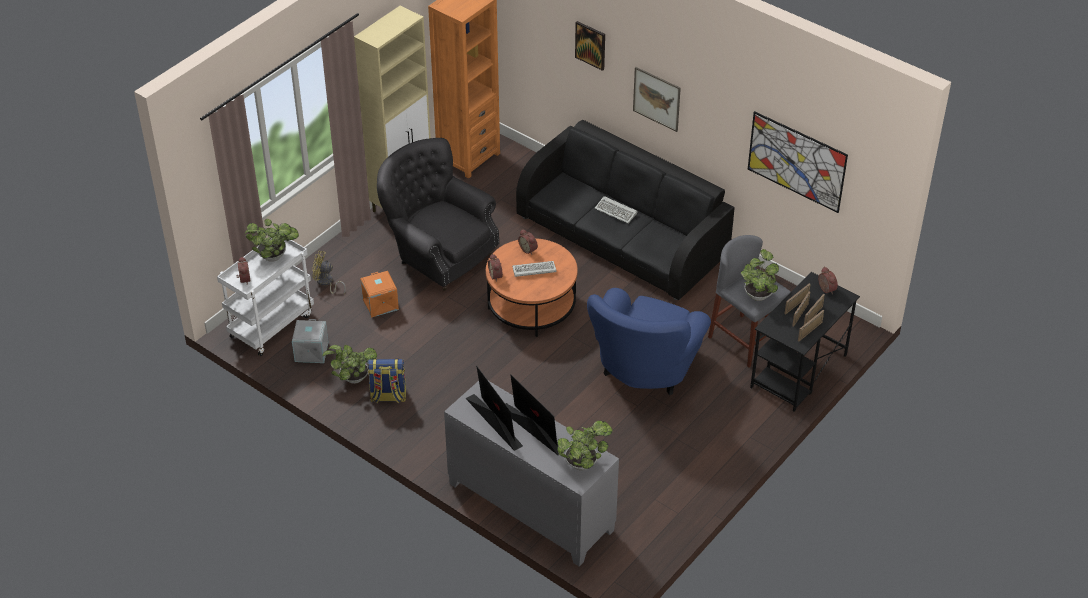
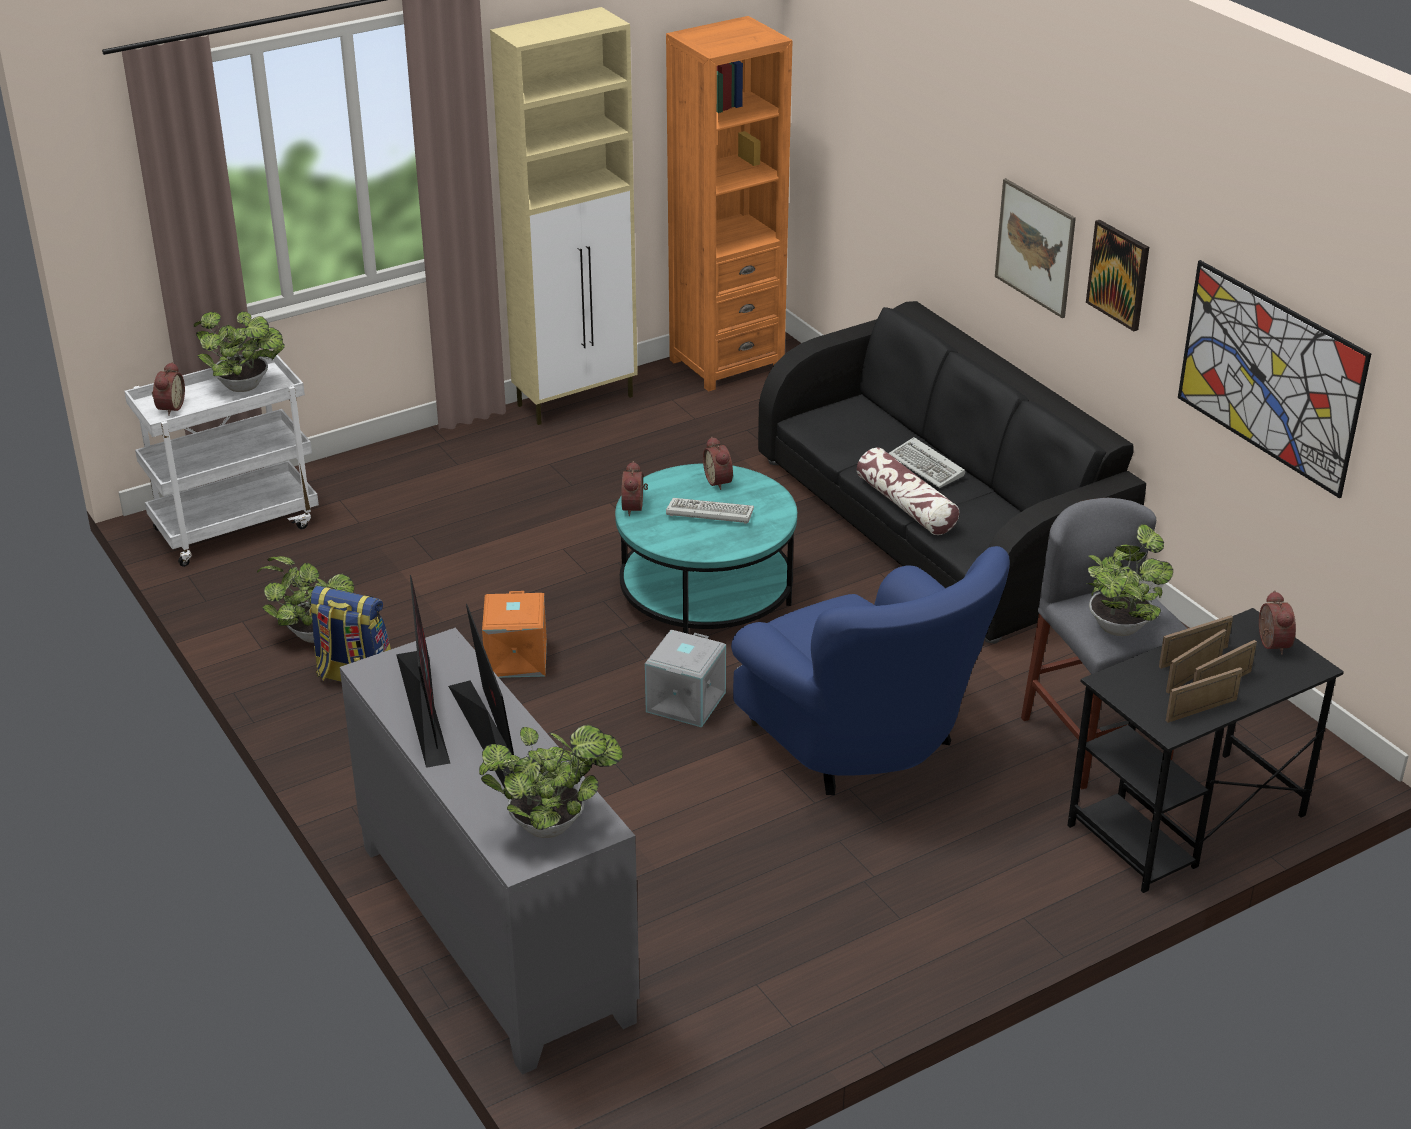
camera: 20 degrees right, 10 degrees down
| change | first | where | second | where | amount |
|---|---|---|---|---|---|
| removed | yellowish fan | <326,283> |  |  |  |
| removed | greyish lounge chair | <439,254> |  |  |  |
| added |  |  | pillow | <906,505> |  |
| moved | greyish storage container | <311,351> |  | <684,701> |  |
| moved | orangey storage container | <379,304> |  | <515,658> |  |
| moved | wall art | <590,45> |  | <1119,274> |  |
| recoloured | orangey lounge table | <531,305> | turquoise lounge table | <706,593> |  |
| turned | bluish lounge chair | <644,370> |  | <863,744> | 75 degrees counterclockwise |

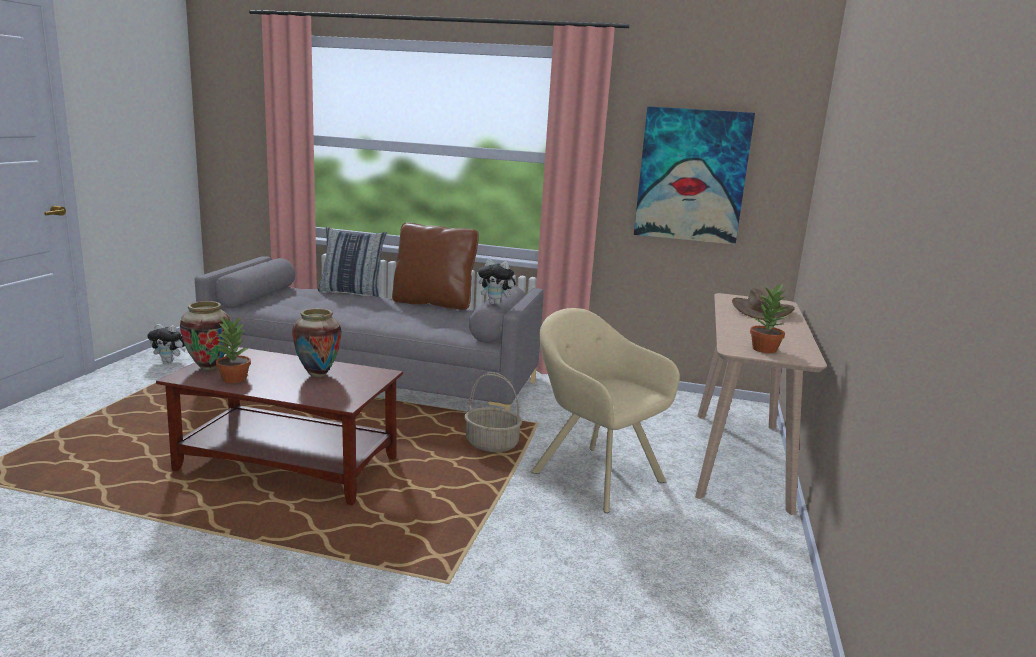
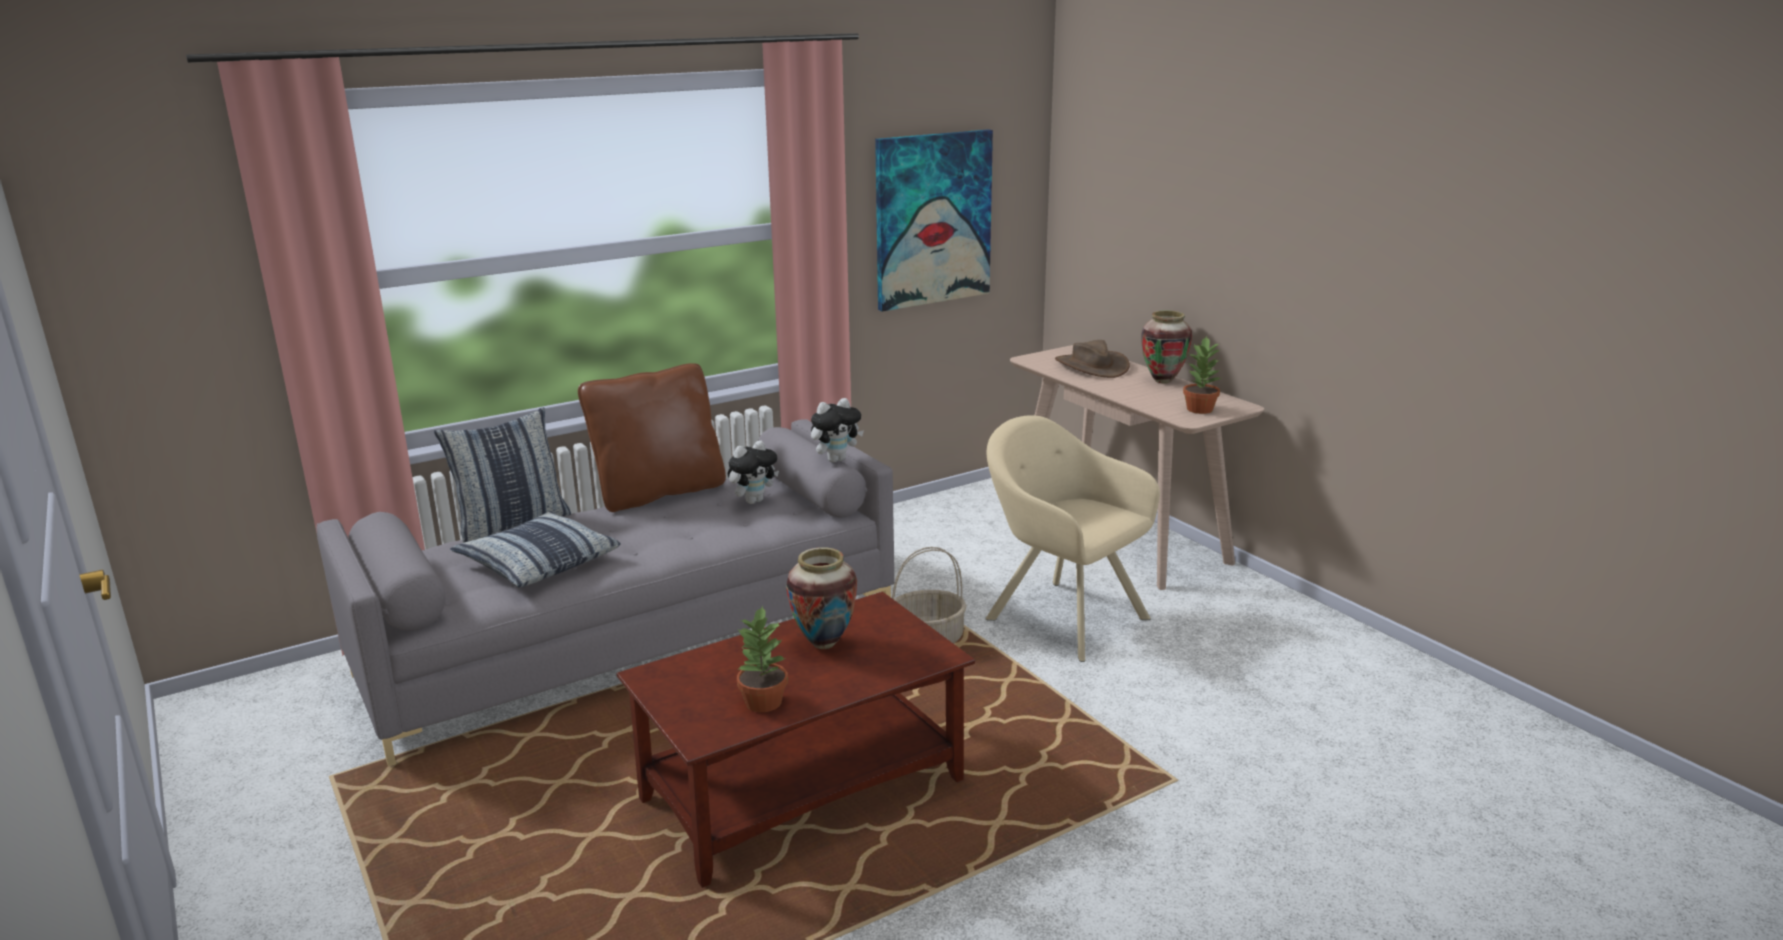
camera: 45 degrees left, 5 degrees up
| change | first | where | second | where | amount |
|---|---|---|---|---|---|
| added |  |  | pillow | <538,563> |  |
| moved | cuddly toy | <169,361> |  | <754,500> |  |
| moved | decorative vase | <208,367> |  | <1163,381> |  |
| turned | beige lounge chair | <593,474> |  | <1061,616> | 45 degrees clockwise |

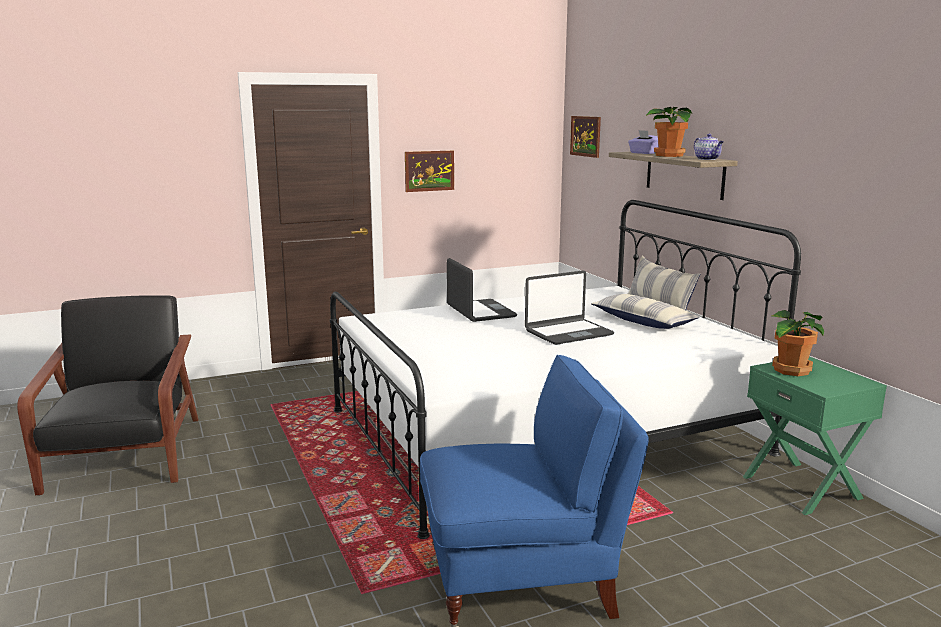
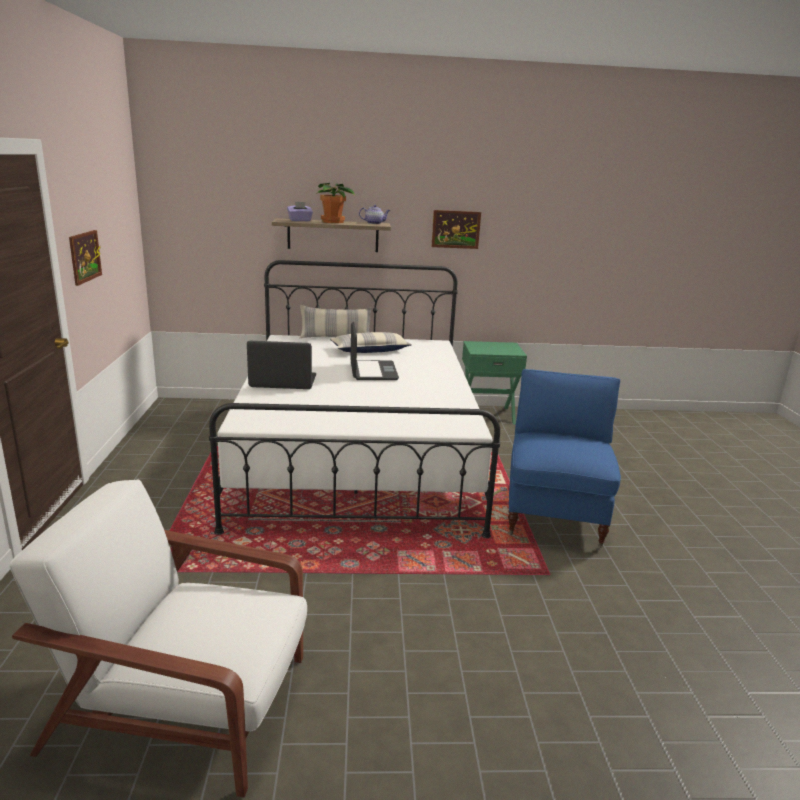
camera: 70 degrees left, 5 degrees up
| change | first | where | second | where | amount |
|---|---|---|---|---|---|
| removed | plant in a pot | <790,370> |  |  |  |
| moved | wall art | <585,136> |  | <456,229> |  |
| recoloured | blackish lounge chair | <124,456> | whitish lounge chair | <186,703> |  |

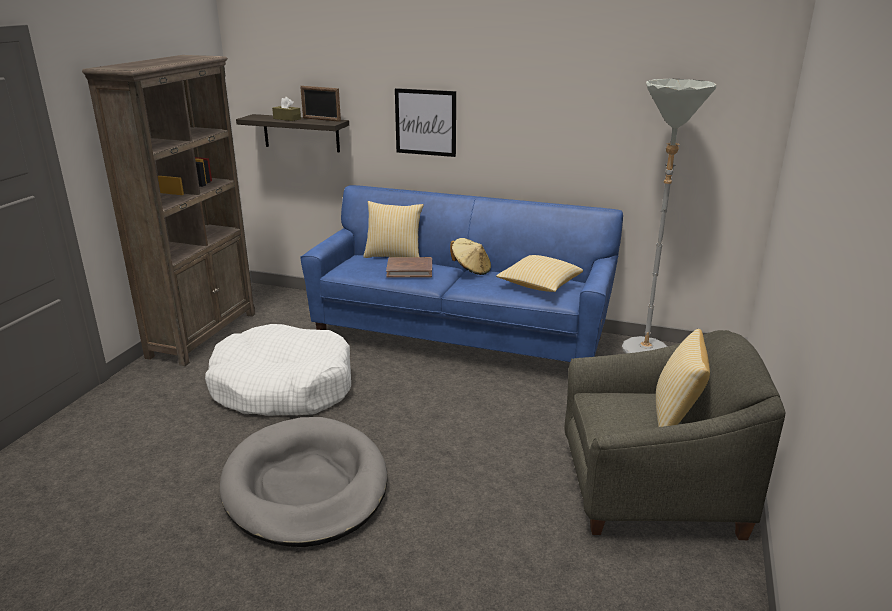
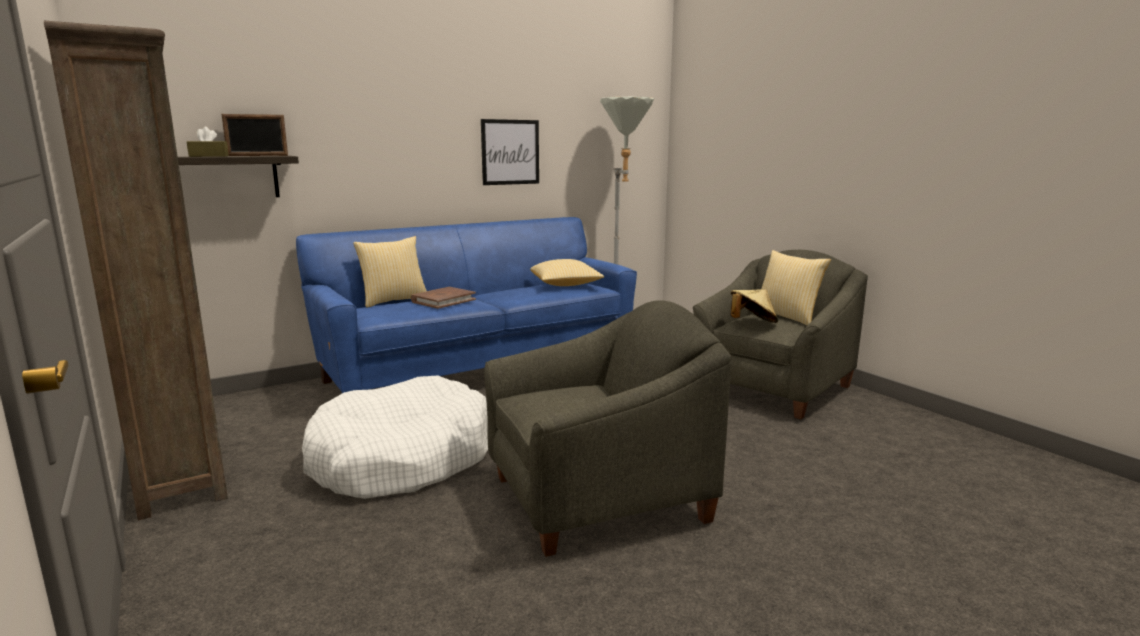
camera: 50 degrees left, 10 degrees down
| change | first | where | second | where | amount |
|---|---|---|---|---|---|
| moved | wall art | <425,122> |  | <510,152> |  |
| moved | beige wearable hat | <471,270> |  | <752,323> |  |
| replaced | greyish dog cushion | <306,486> | greyish lounge chair | <598,499> |  |

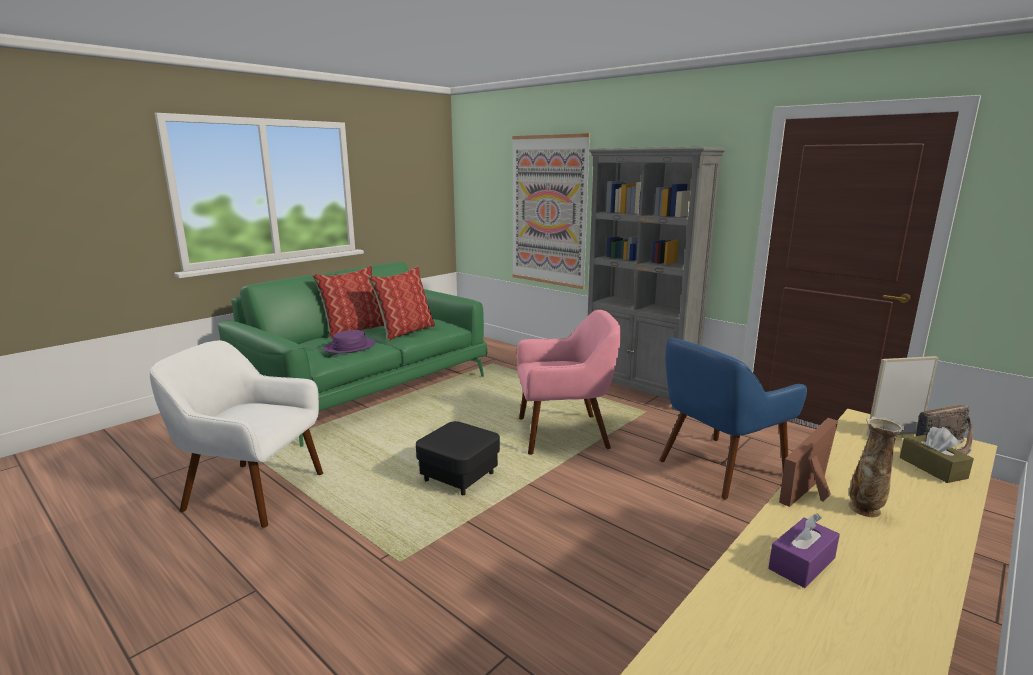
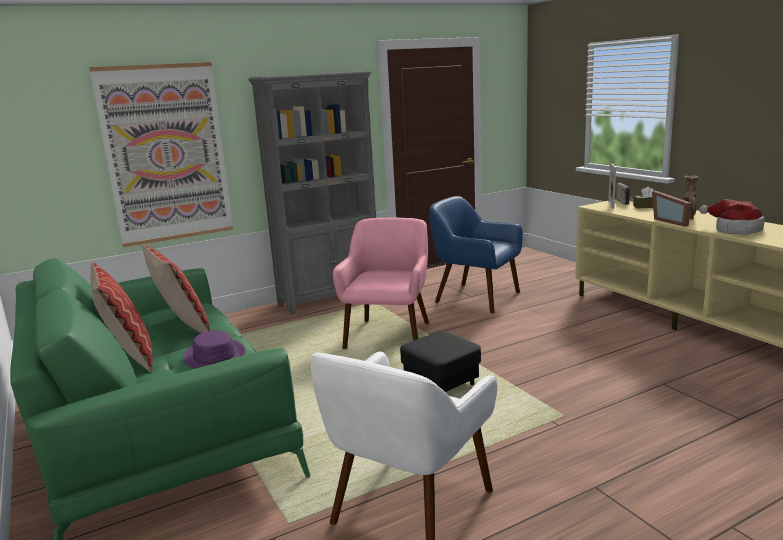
camera: 70 degrees left, 0 degrees up
| change | first | where | second | where | amount |
|---|---|---|---|---|---|
| replaced | purplish tissue box | <802,563> | wearable hat | <734,230> |  |
| turned | bluish lounge chair | <719,468> |  | <476,297> | 135 degrees clockwise |

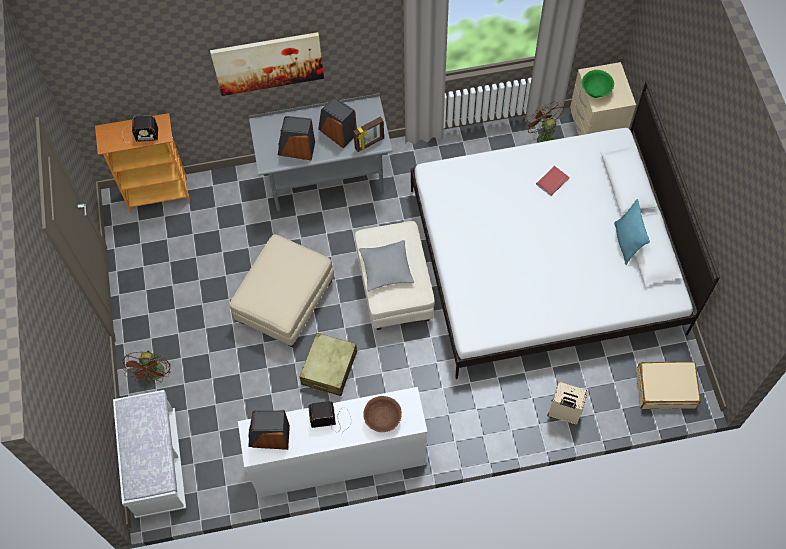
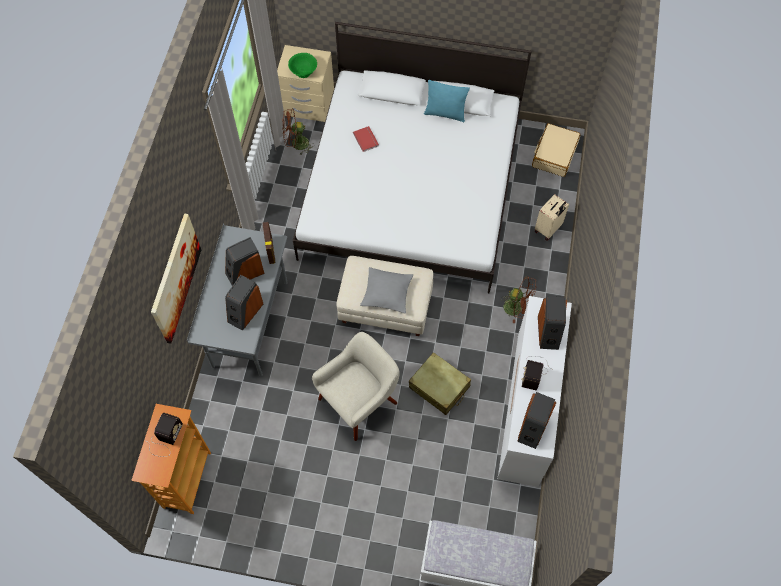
camera: 70 degrees left, 0 degrees up
| change | first | where | second | where | amount |
|---|---|---|---|---|---|
| moved | brown fan | <154,375> |  | <517,308> |  |
| replaced | beige footrest | <286,302> | beige lounge chair | <359,401> |  |
| replaced | brown serving bowl | <383,419> | audio speaker | <549,332> |  |

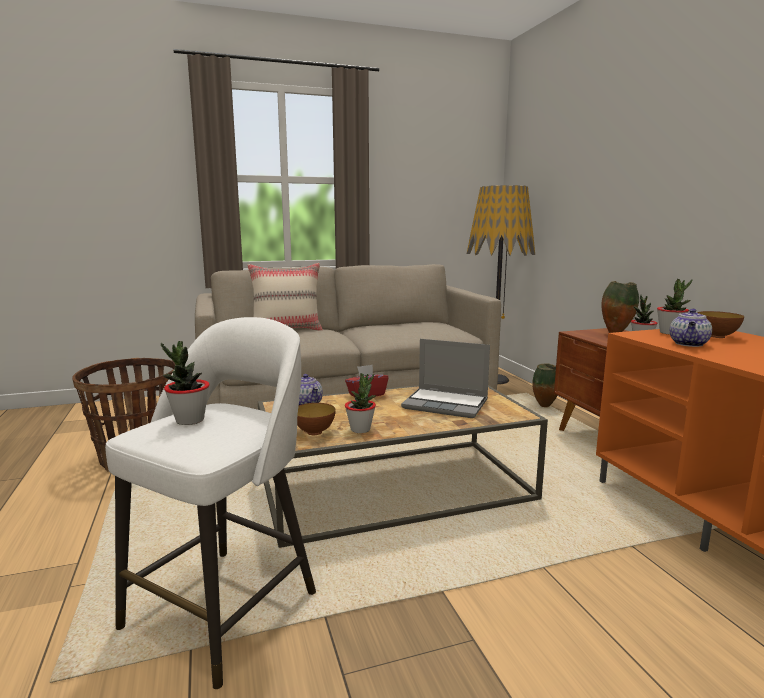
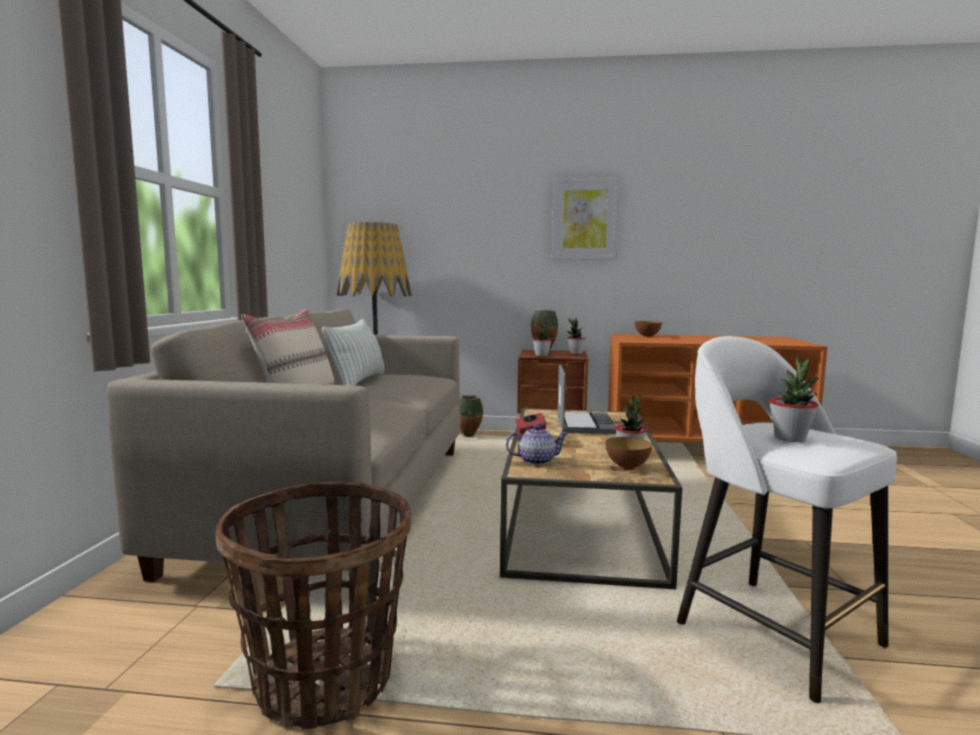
camera: 65 degrees left, 5 degrees down
| change | first | where | second | where | amount |
|---|---|---|---|---|---|
| removed | pot for tea | <689,344> |  |  |  |
| added |  |  | pillow | <358,382> |  |
| added |  |  | wall art | <585,219> |  |
| moved | plant in a pot | <669,333> |  | <541,355> |  |
| turned | laptop | <446,404> |  | <583,424> | 45 degrees counterclockwise |

